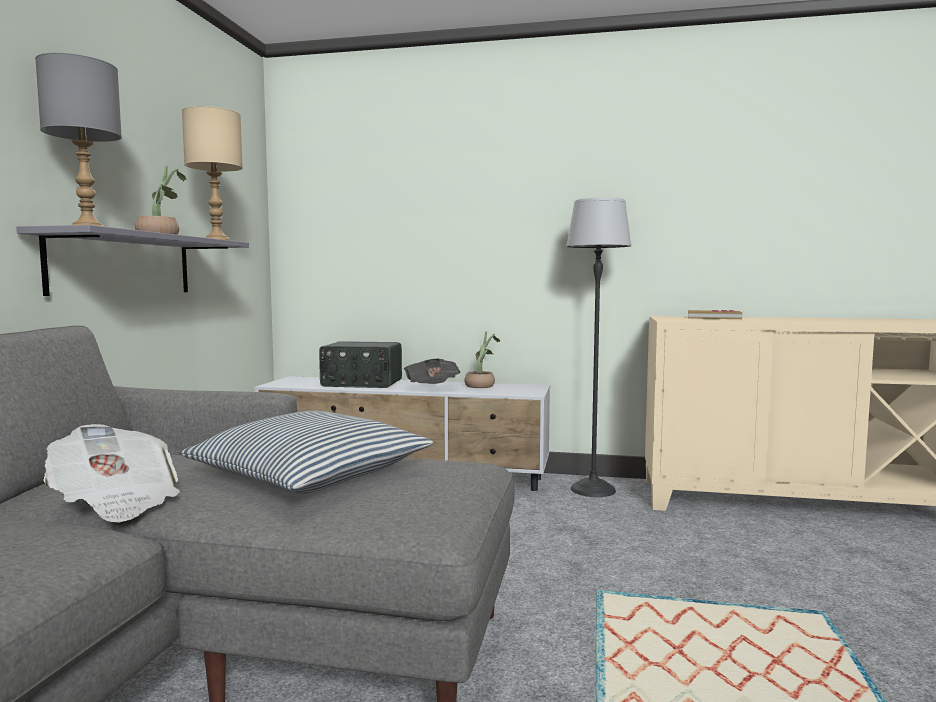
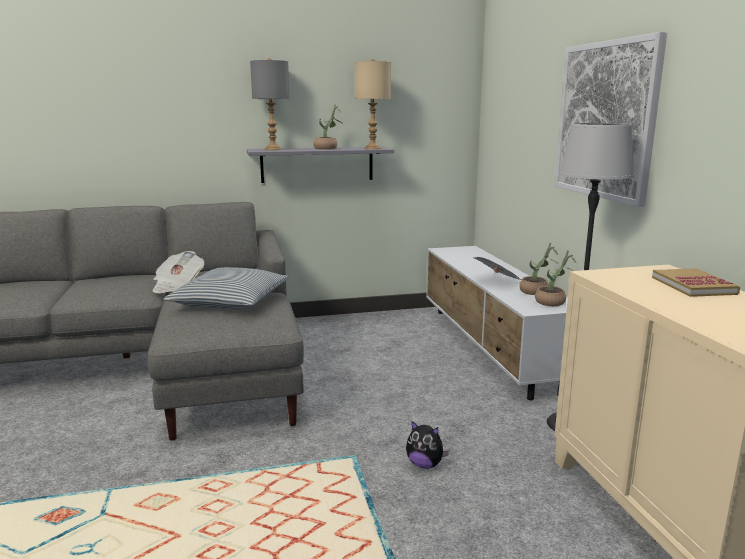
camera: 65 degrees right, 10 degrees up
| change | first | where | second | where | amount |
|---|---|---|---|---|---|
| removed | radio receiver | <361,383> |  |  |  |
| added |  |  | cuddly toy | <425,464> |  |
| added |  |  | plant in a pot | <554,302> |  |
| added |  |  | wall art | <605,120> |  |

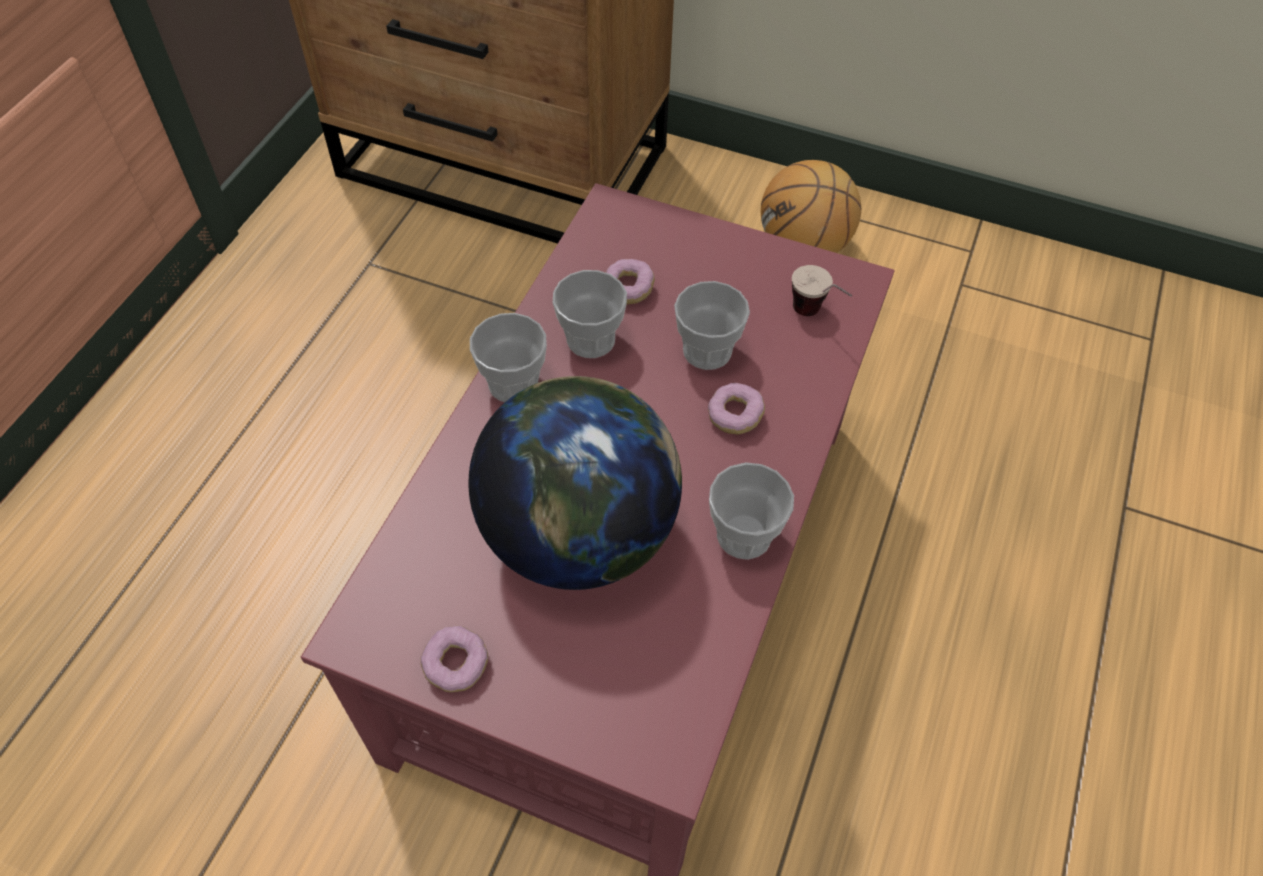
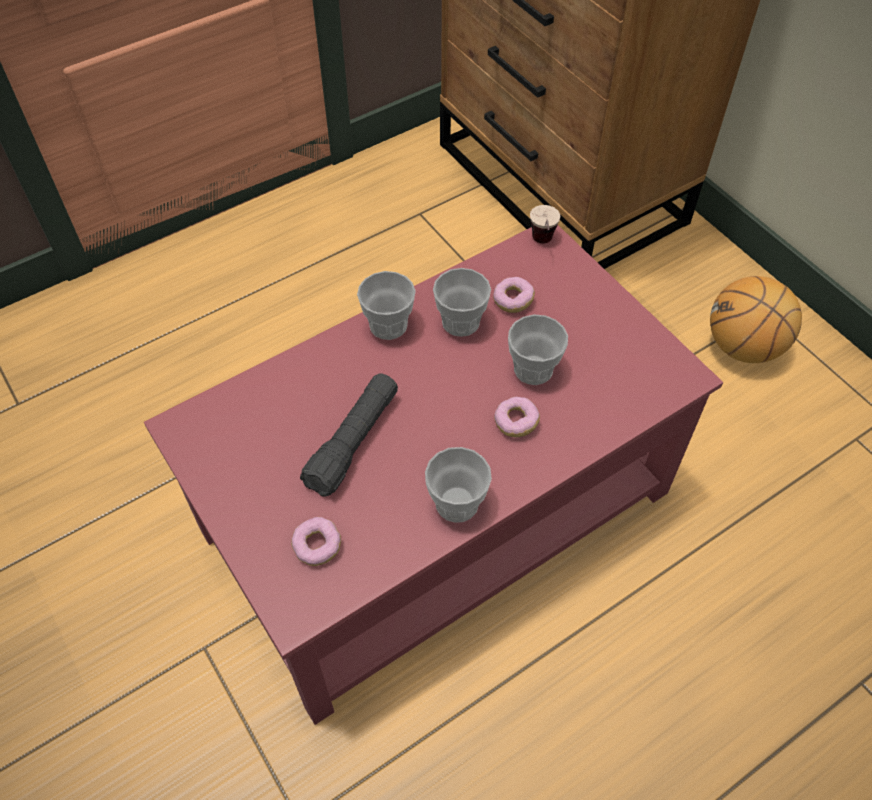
camera: 35 degrees right, 0 degrees up
| change | first | where | second | where | amount |
|---|---|---|---|---|---|
| moved | ring doughnut | <456,665> |  | <317,546> |  |
| moved | cup | <816,317> |  | <542,245> |  |
| replaced | world globe | <579,533> | blackish torch | <353,442> |  |

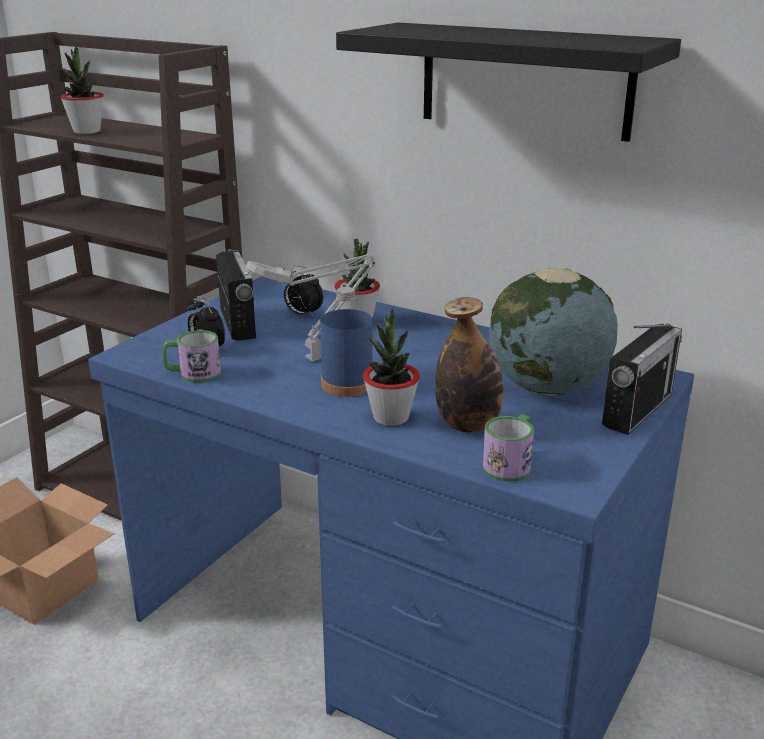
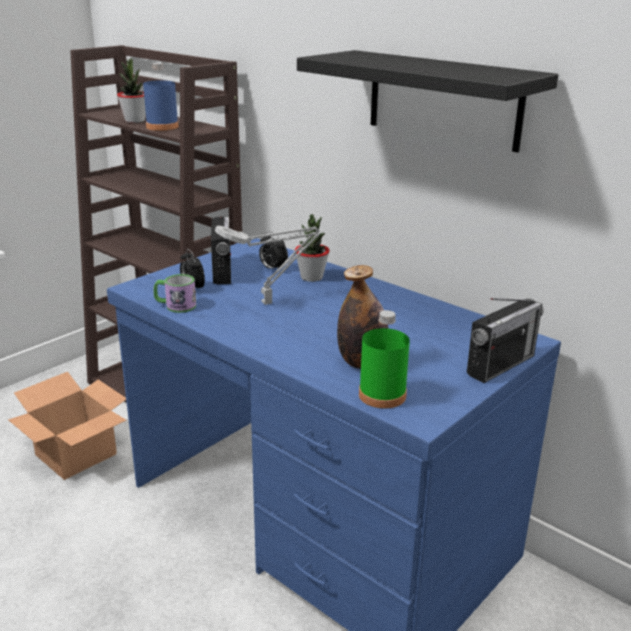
camera: 10 degrees right, 0 degrees up
| change | first | where | second | where | amount |
|---|---|---|---|---|---|
| removed | plant in a pot | <391,417> |  |  |  |
| removed | world globe | <547,388> |  |  |  |
| moved | bluish bottle | <347,384> |  | <162,127> |  |
| replaced | coffee mug | <510,464> | green bottle | <382,395> |  |

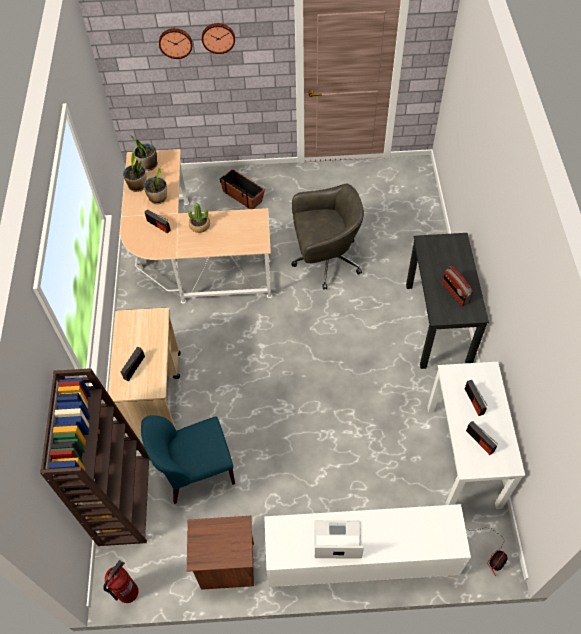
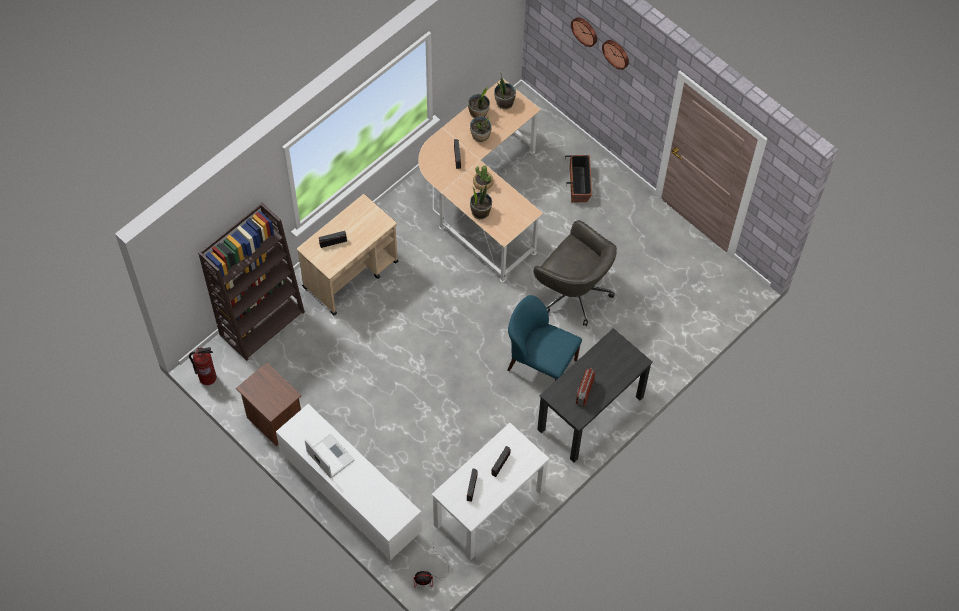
camera: 45 degrees right, 5 degrees up
| change | first | where | second | where | amount |
|---|---|---|---|---|---|
| added |  |  | plant in a pot | <480,211> |  |
| moved | bluish upright chair | <196,471> |  | <540,364> |  |

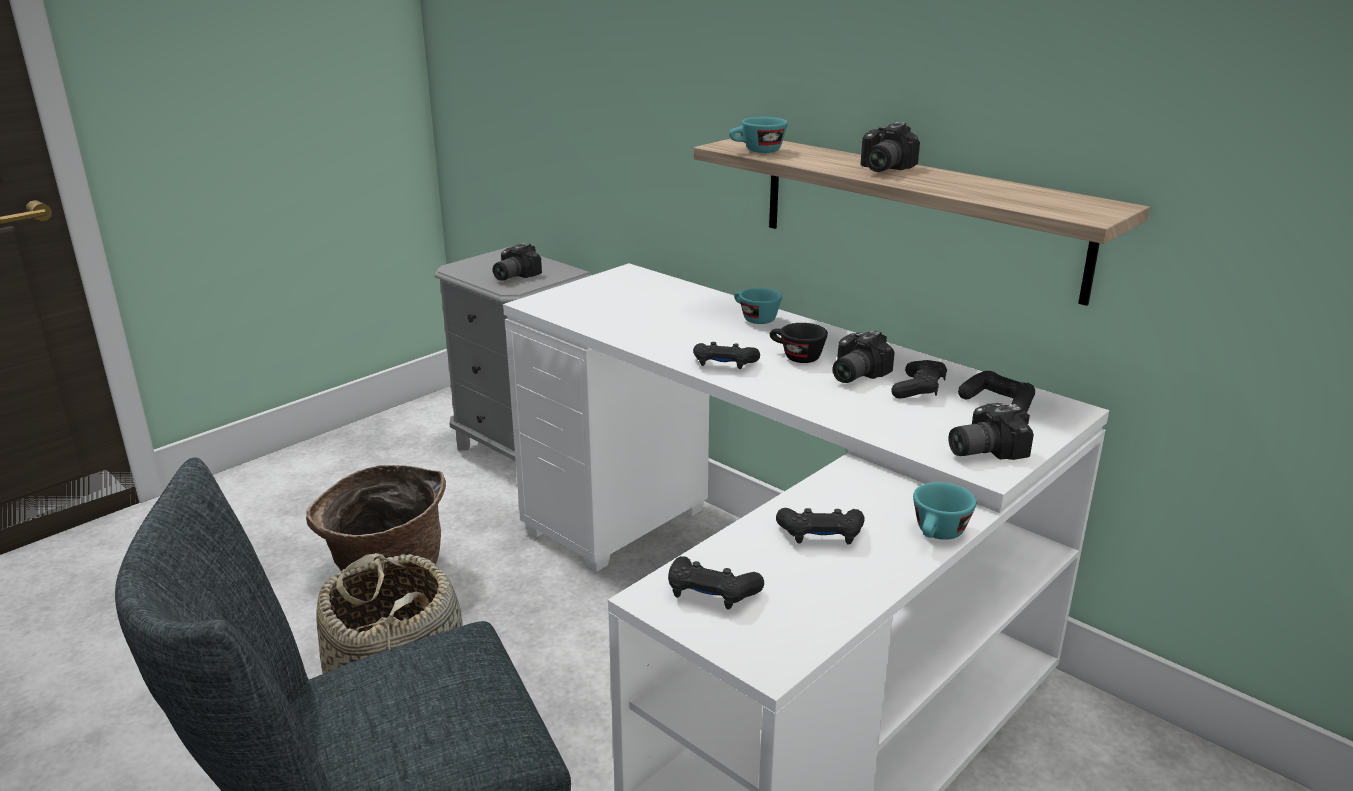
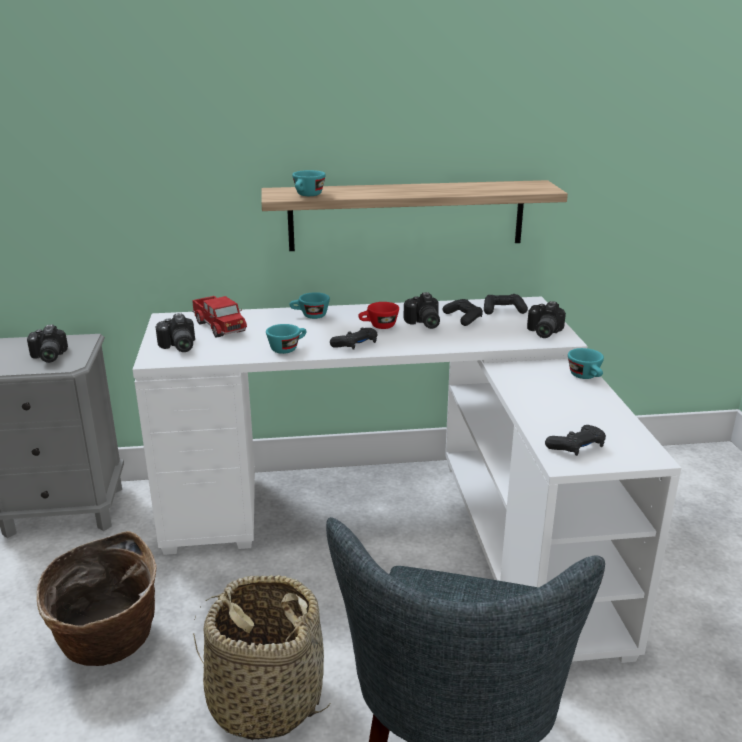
camera: 50 degrees left, 0 degrees up
| change | first | where | second | where | amount |
|---|---|---|---|---|---|
| removed | blackish gamepad | <821,535> |  |  |  |
| added |  |  | toy truck | <219,326> |  |
| added |  |  | turquoise cup | <287,348> |  |
| moved | photo camera | <881,168> |  | <177,347> |  |
| recoloured | blackish cup | <795,357> | red cup | <378,326> |  |

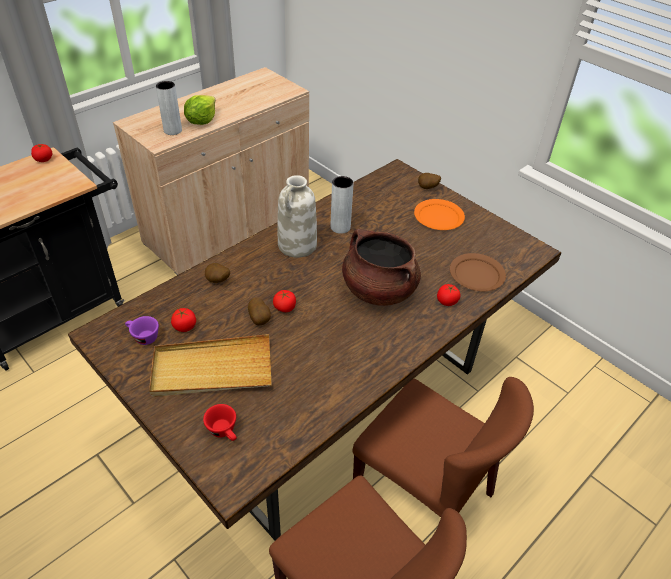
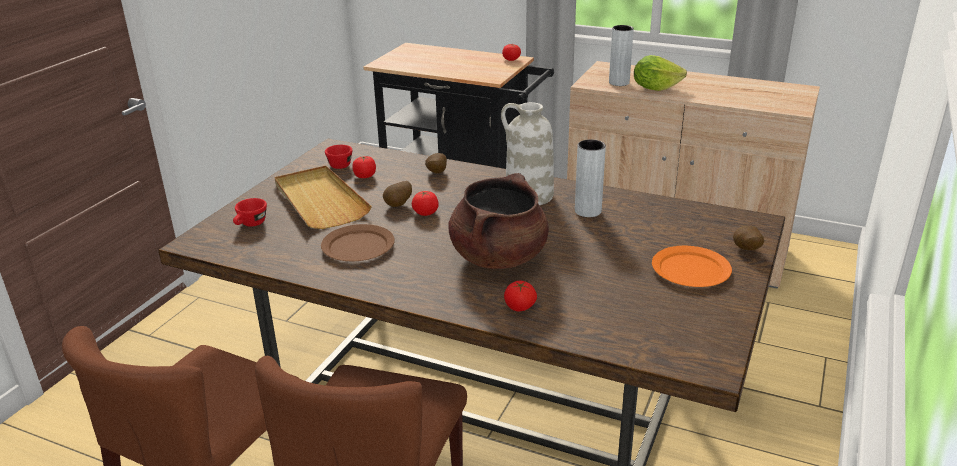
camera: 70 degrees right, 15 degrees down
| change | first | where | second | where | amount |
|---|---|---|---|---|---|
| moved | brown flat dish | <477,275> |  | <357,246> |  |
| recoloured | purplish cup | <143,337> | red cup | <340,164> |  |

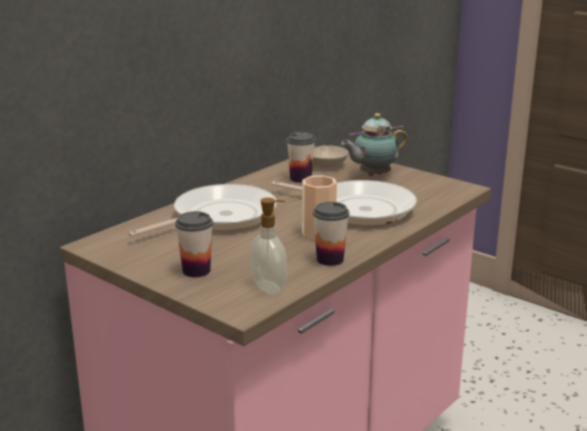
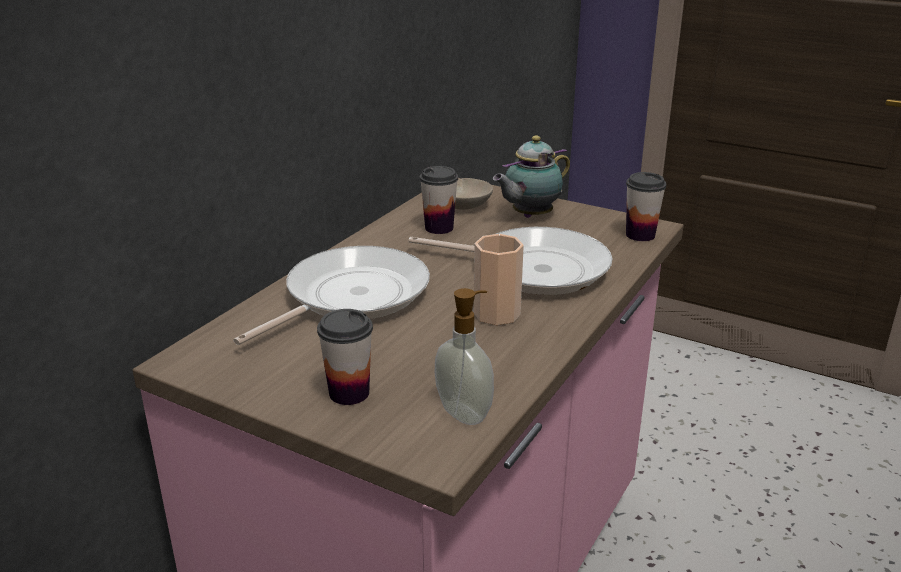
camera: 10 degrees left, 5 degrees up
| change | first | where | second | where | amount |
|---|---|---|---|---|---|
| moved | cup | <330,259> |  | <640,235> |  |

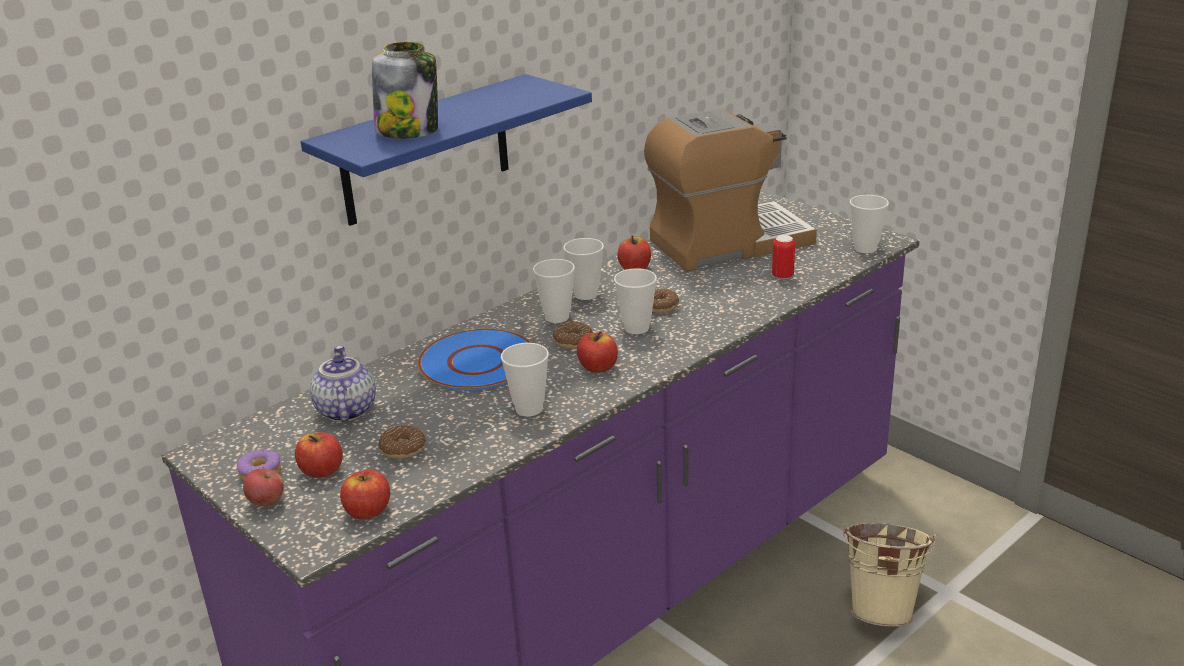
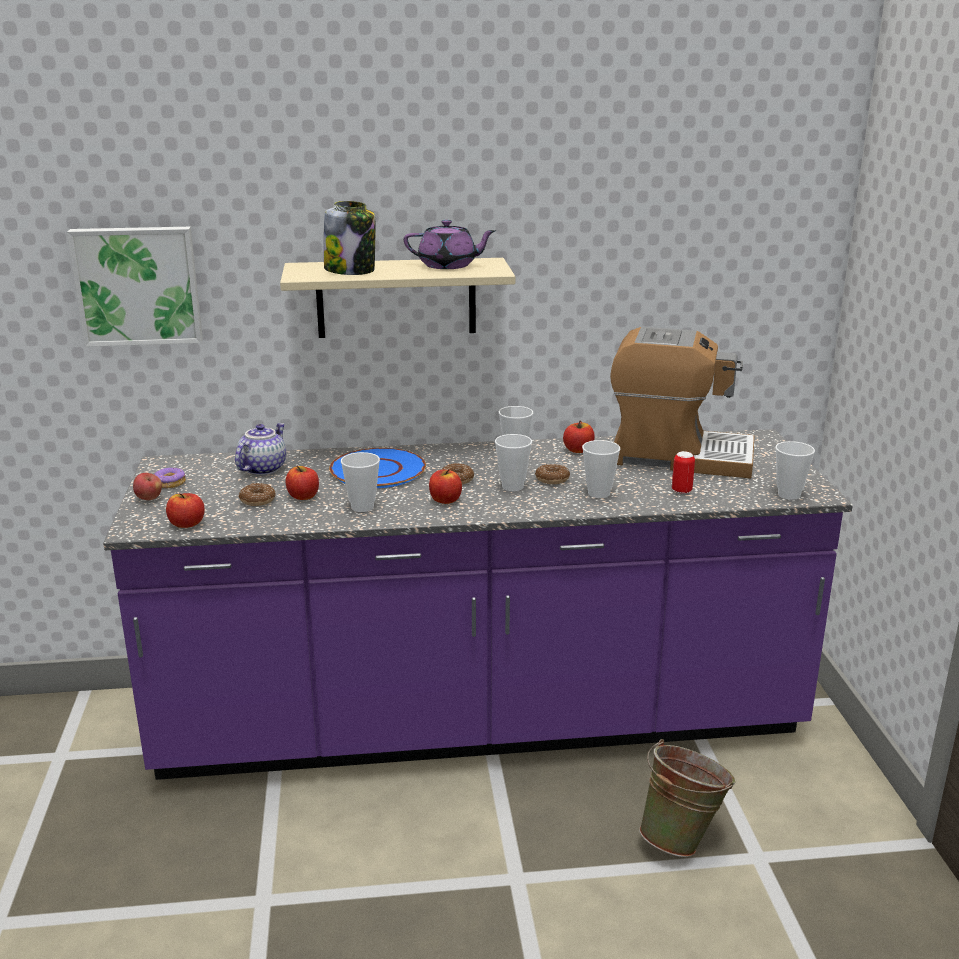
camera: 35 degrees right, 5 degrees down
| change | first | where | second | where | amount |
|---|---|---|---|---|---|
| added |  |  | wall art | <138,285> |  |
| added |  |  | purplish pot for tea | <448,265> |  |
| moved | whole apple | <322,471> |  | <303,496> |  |
| moved | cup | <557,317> |  | <598,493> |  |
| recoloured | bluish bracket shelf | <426,151> | beige bracket shelf | <396,297> |  |
| recoloured | beige bucket | <882,608> | green bucket | <682,839> |  |

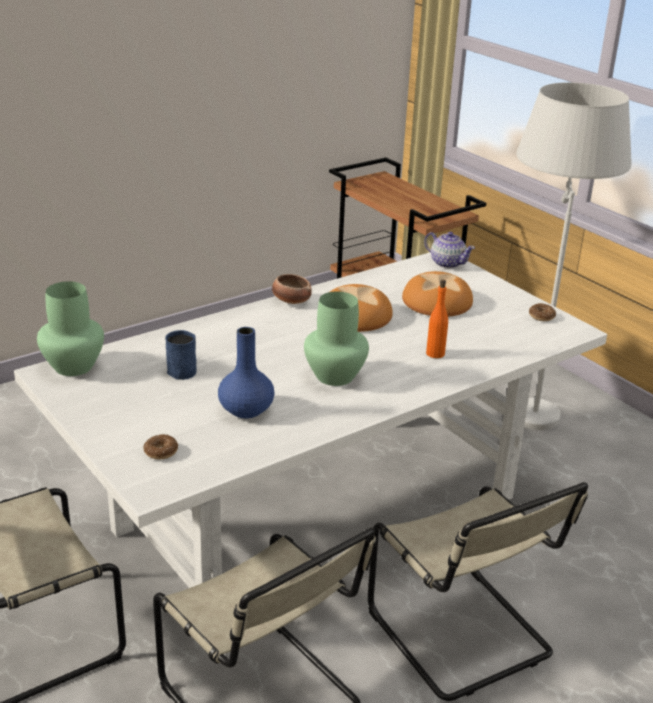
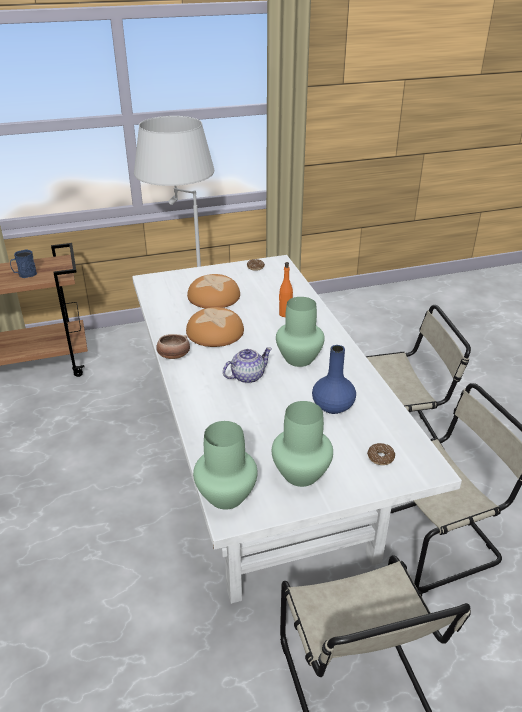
camera: 70 degrees left, 5 degrees up
| change | first | where | second | where | amount |
|---|---|---|---|---|---|
| added |  |  | green decorative vase | <302,473> |  |
| moved | bluish coffee mug | <179,370> |  | <25,274> |  |
| moved | pot for tea | <447,263> |  | <247,376> |  |

